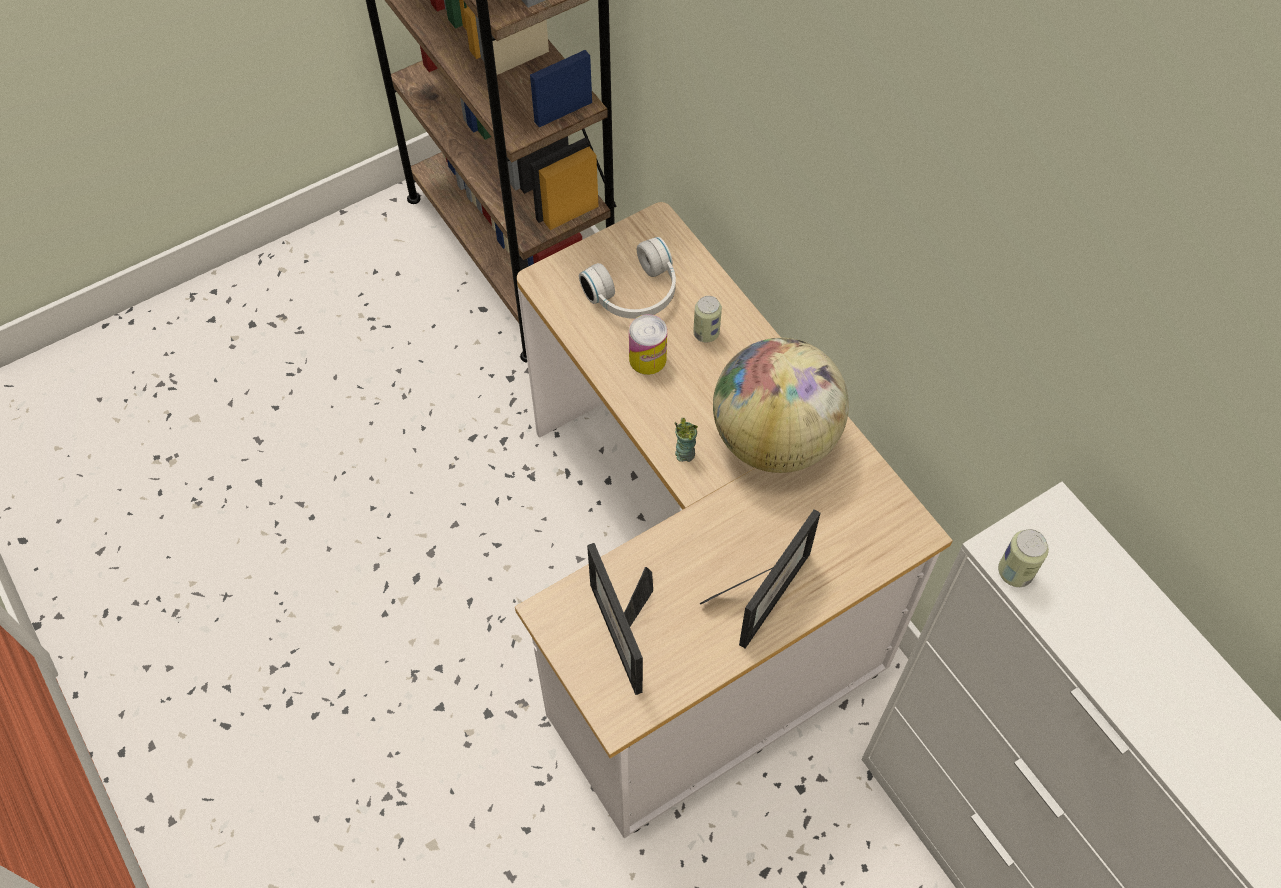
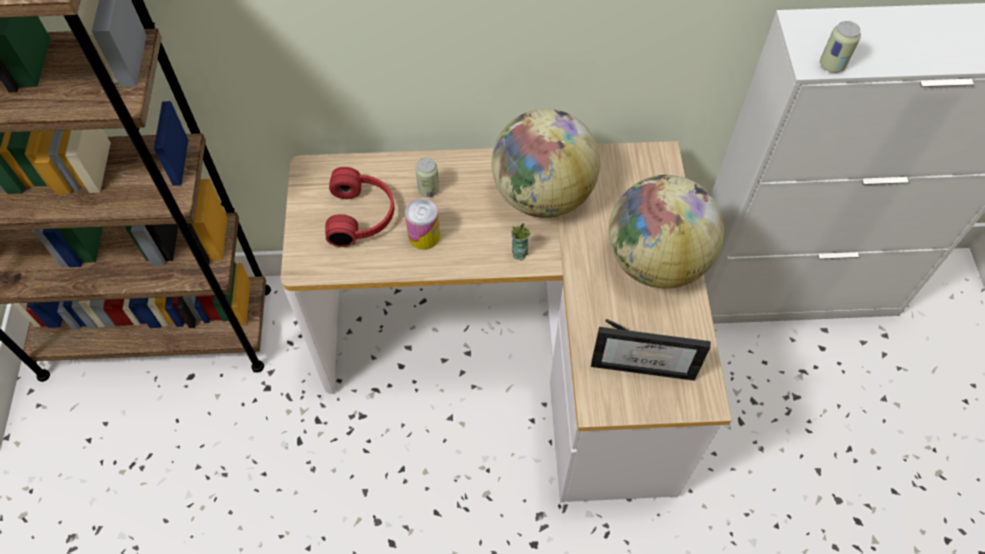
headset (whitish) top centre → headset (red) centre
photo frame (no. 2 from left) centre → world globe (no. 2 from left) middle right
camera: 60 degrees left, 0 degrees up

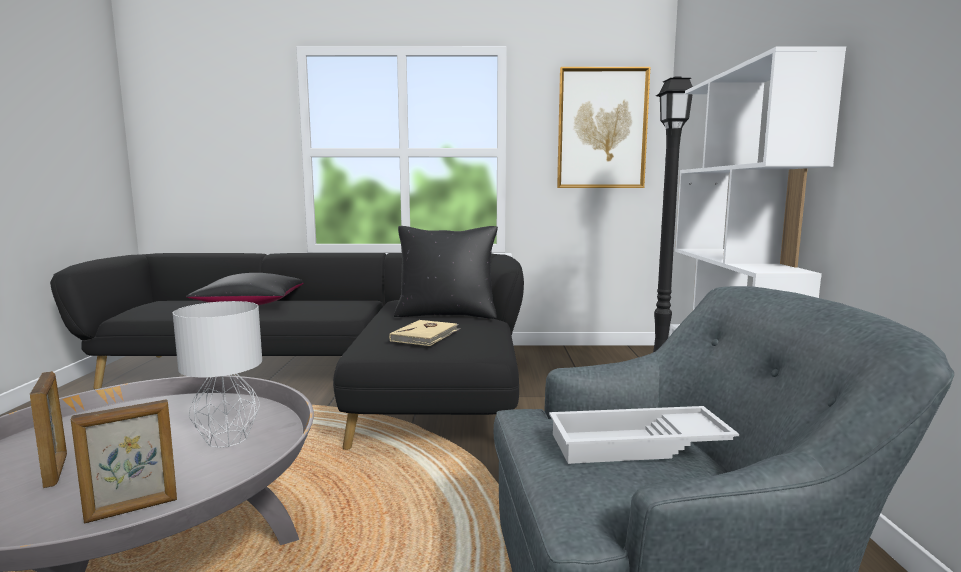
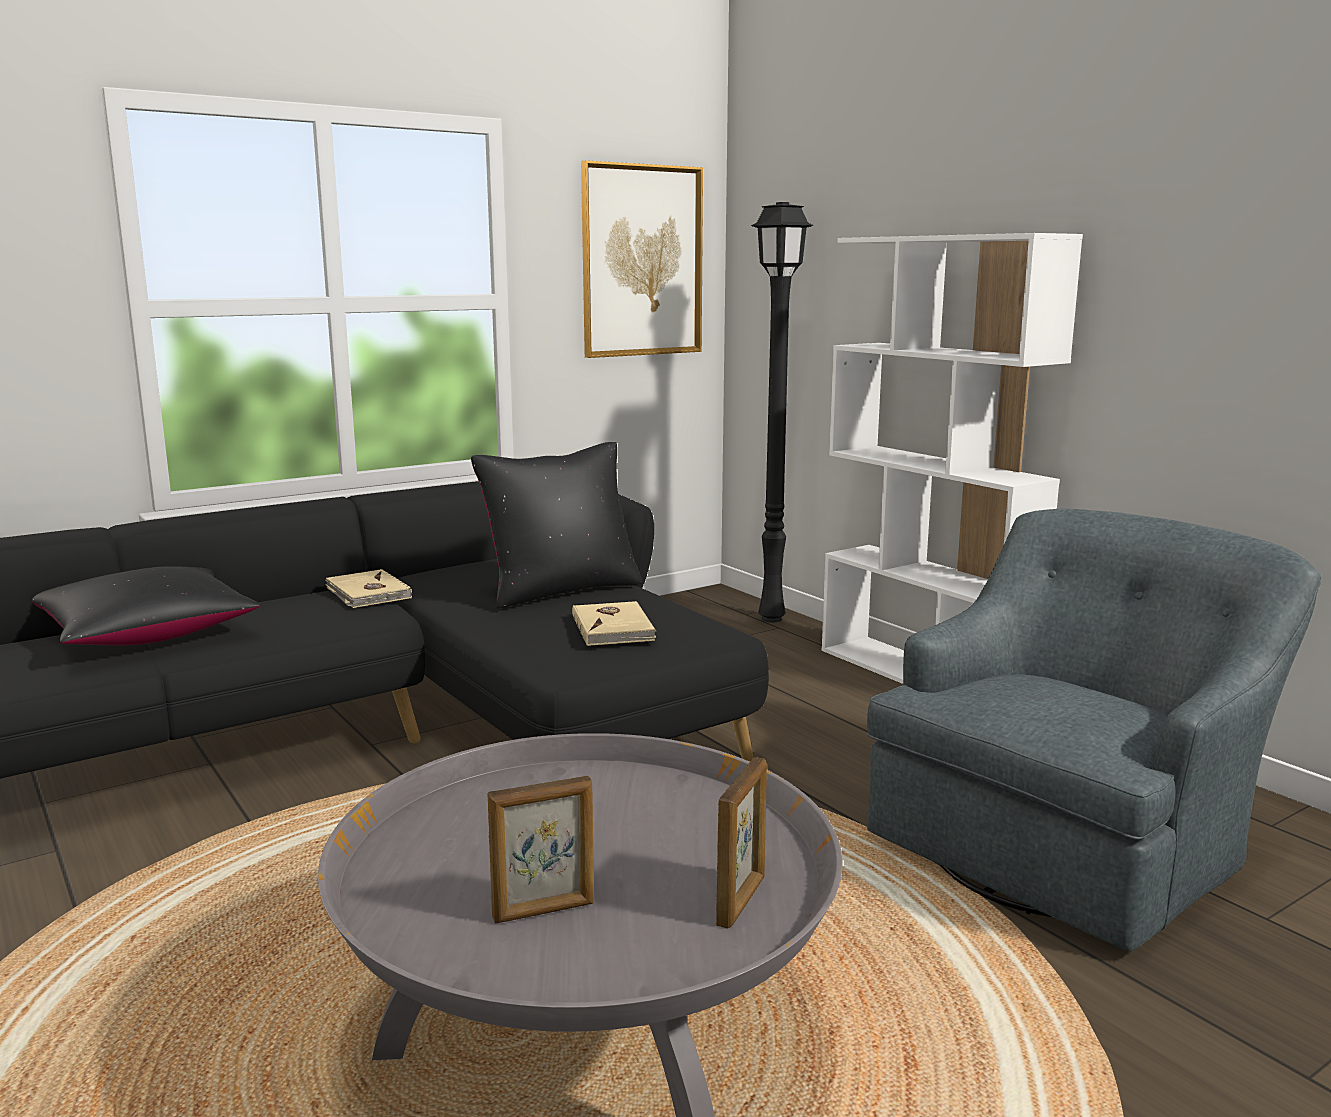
photo frame (no. 1 from left) bottom left → photo frame (no. 1 from left) bottom centre, 135 degrees clockwise
table lamp (grey) middle left → -
tray (whitish) bottom right → -
- → bound book (beige) (no. 1 from left) middle left
camera: 35 degrees left, 5 degrees up

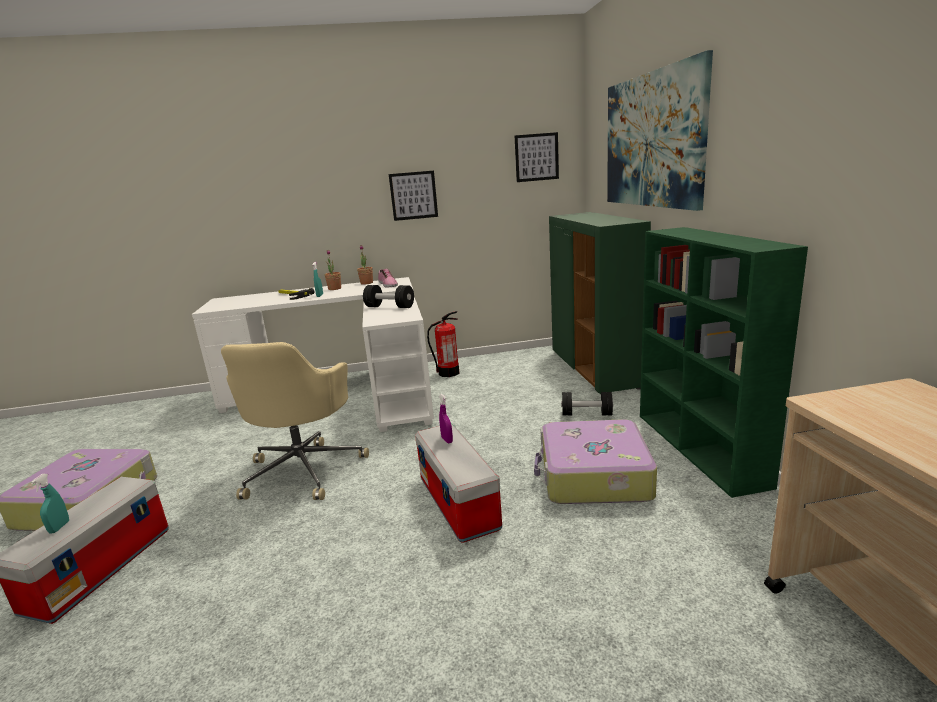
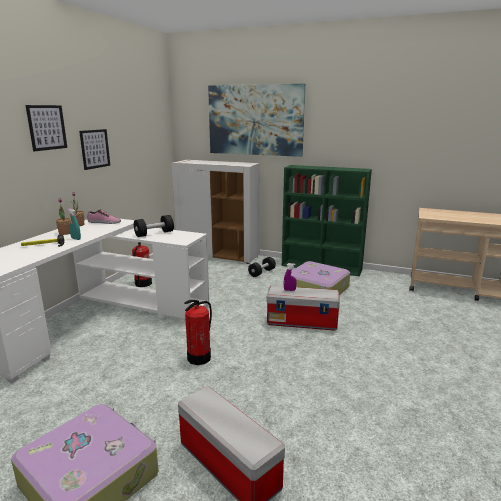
hand sprayer (turquoise-coloured) (no. 1 from left) bottom left → -
office chair (beige) middle left → extinguisher (no. 2 from left) centre
wall art (no. 2 from left in the first image) top centre → wall art (no. 1 from left) top left, shifted
cabinet (green) centre → cabinet (whitish) centre
camera: 60 degrees left, 0 degrees up

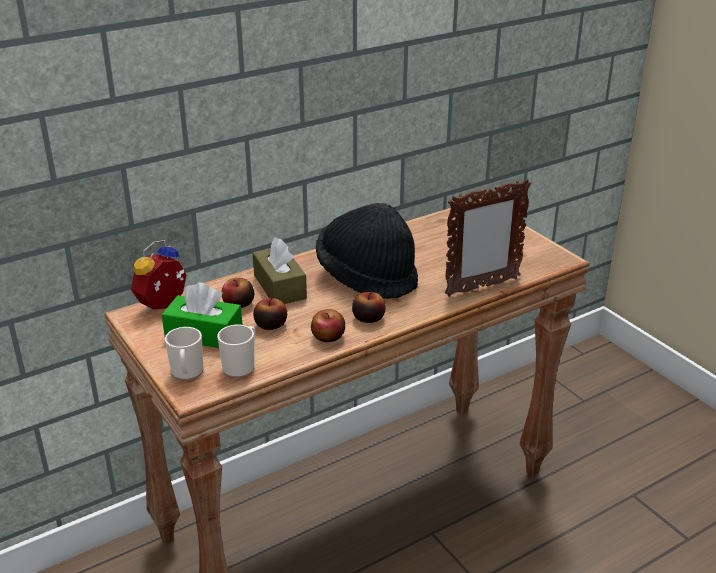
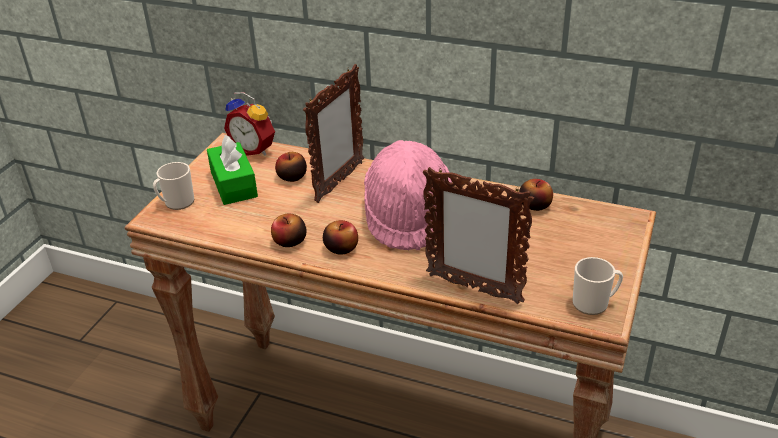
alarm clock middle left → alarm clock top left, 150 degrees counterclockwise
mug (no. 2 from left) middle left → mug (no. 2 from left) middle right, shifted
box of tissues (brown) centre → photo frame (no. 1 from left) top centre
apple (no. 2 from left in the first image) centre → apple (no. 4 from left) middle right, shifted
hat (black) centre → hat (pink) centre
camera: 55 degrees right, 5 degrees up

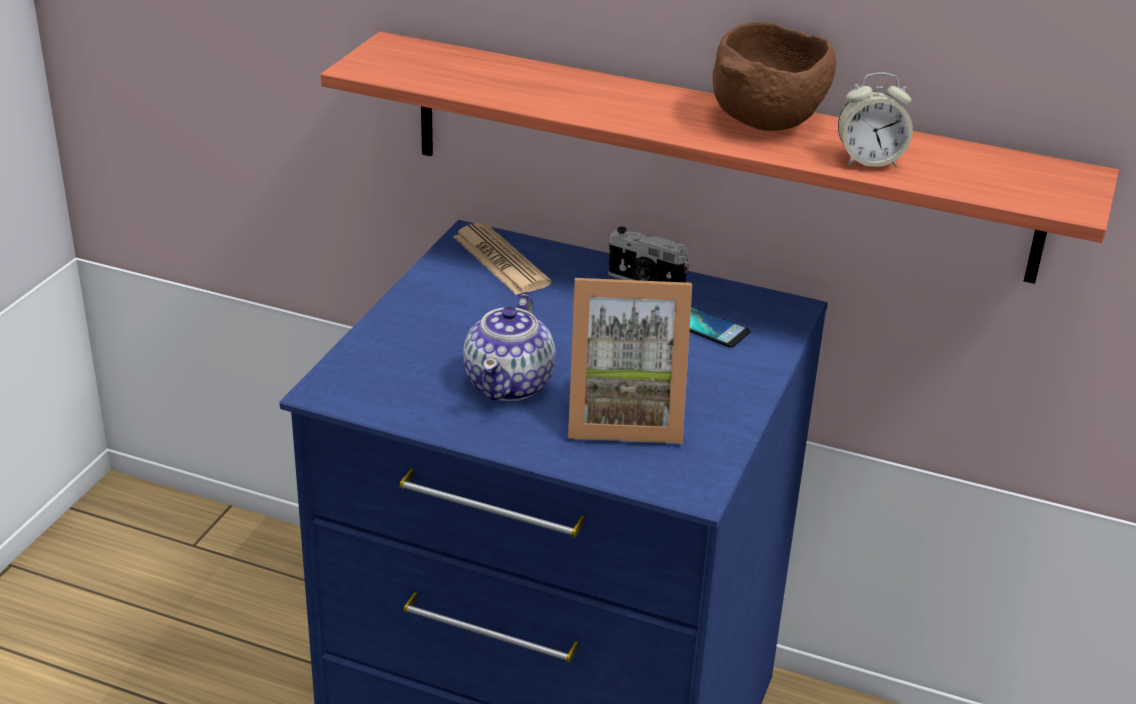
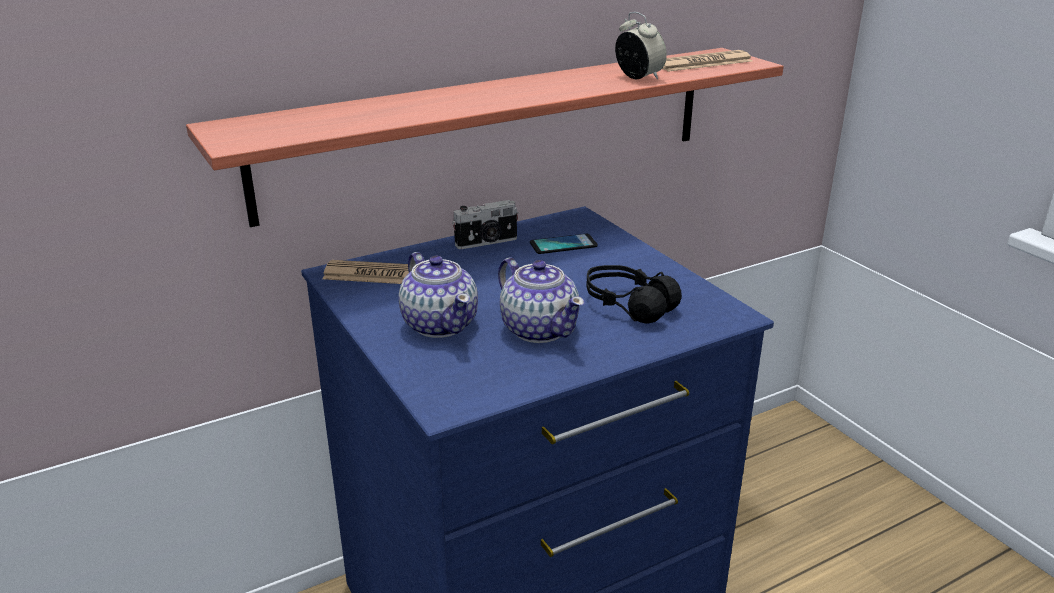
photo frame centre → headset (black) centre
bowl (brown) top right → -
alarm clock top right → alarm clock top centre, 75 degrees counterclockwise
- → tea pot (no. 1 from left) centre
- → daily paper (no. 2 from left) top right
camera: 50 degrees left, 5 degrees down

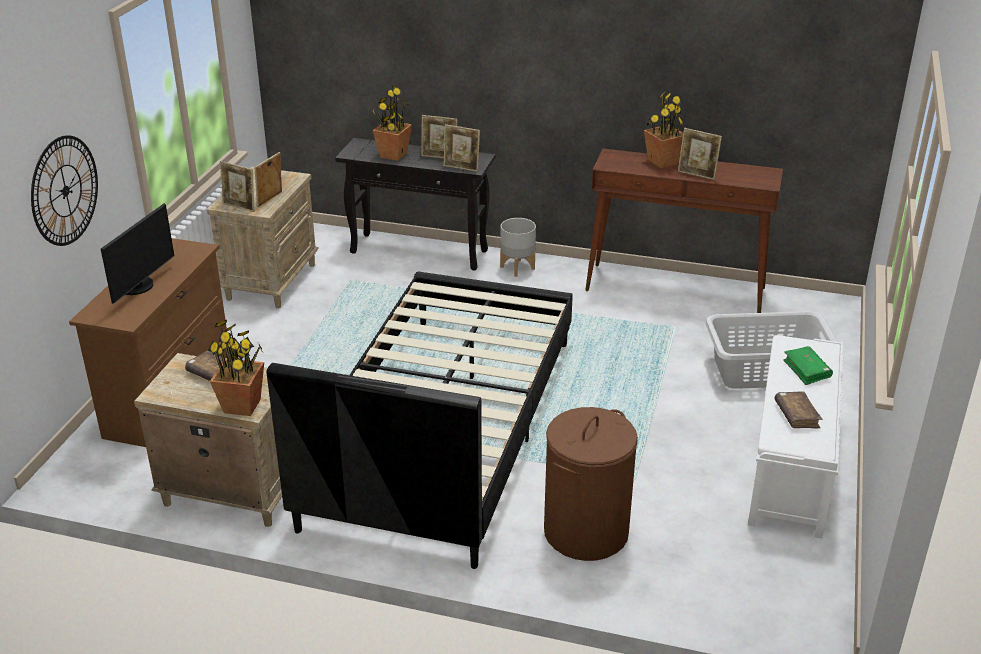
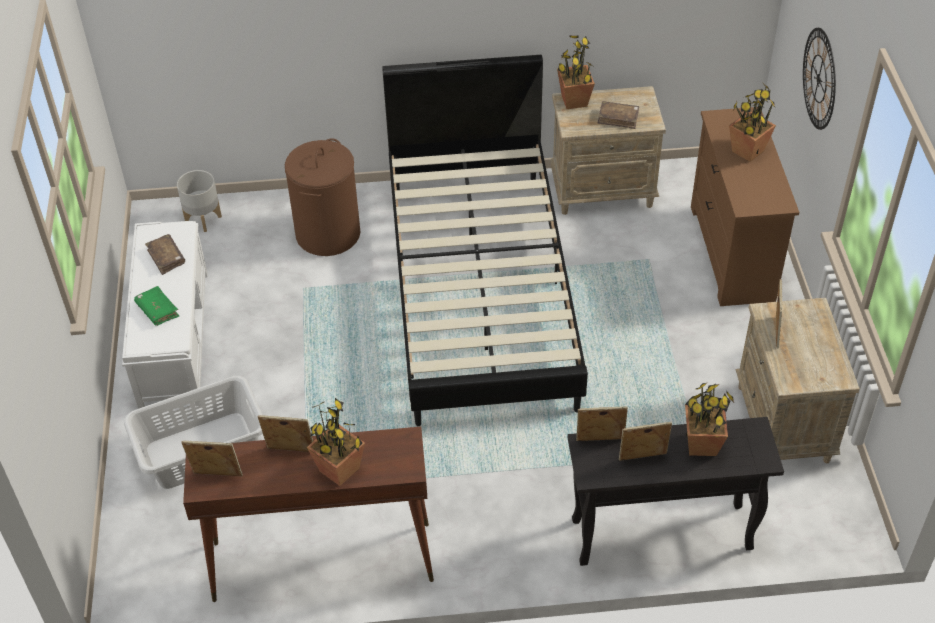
computer display middle left → houseplant (no. 4 from left) top right
photo frame (no. 1 from left) top left → photo frame (no. 1 from left) bottom left, shifted
flower pot (grey) centre → flower pot (grey) top left, shifted
camera: 160 degrees right, 15 degrees up

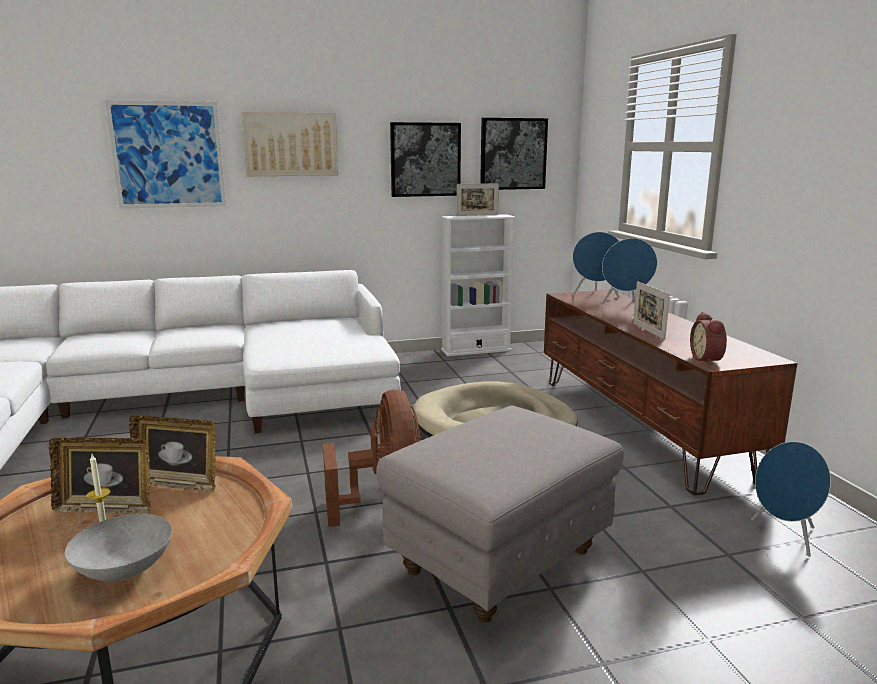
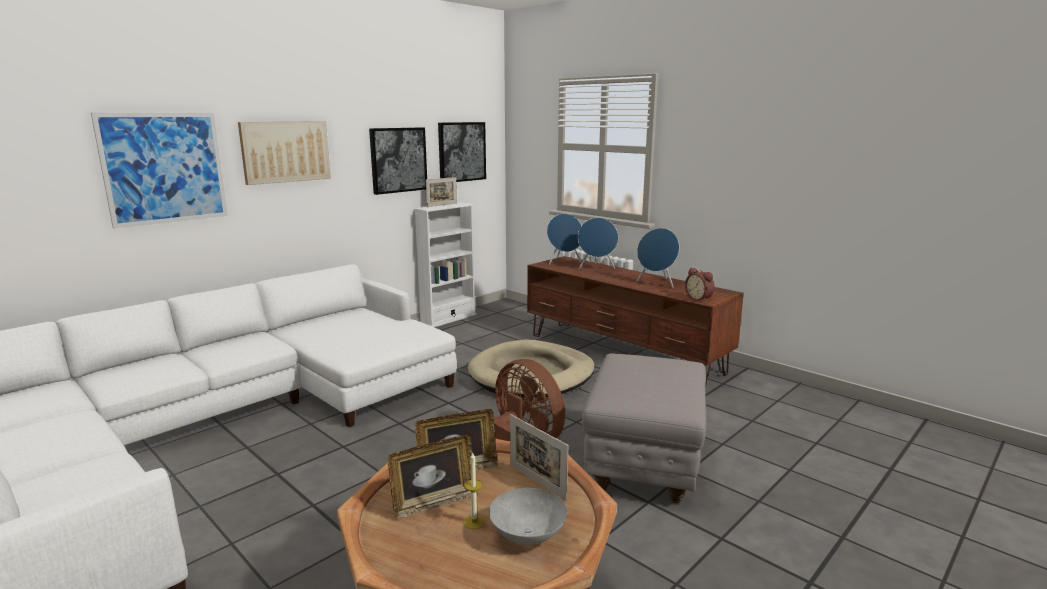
photo frame (no. 4 from left) middle right → photo frame (no. 4 from left) bottom centre, shifted
speaker (blue-coloured) (no. 3 from left) bottom right → speaker (blue-coloured) (no. 3 from left) centre, shifted
camera: 30 degrees left, 0 degrees up

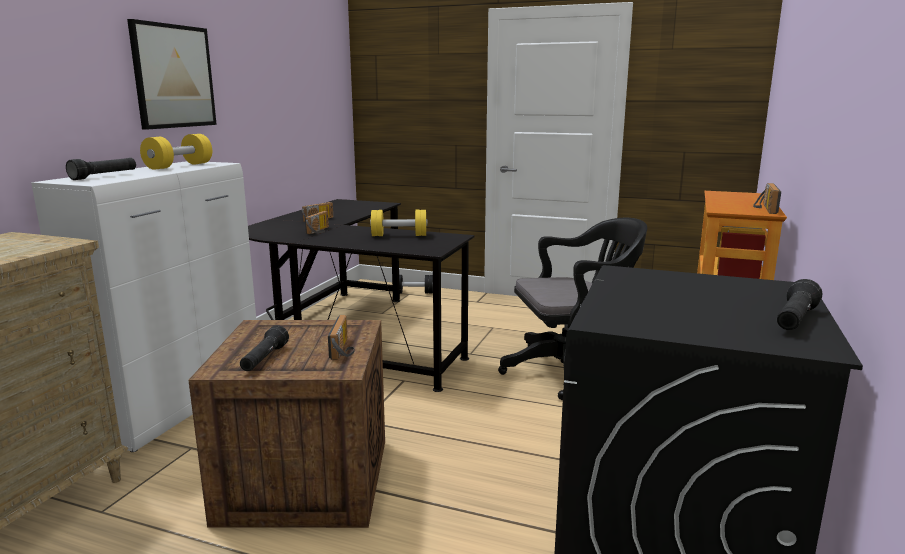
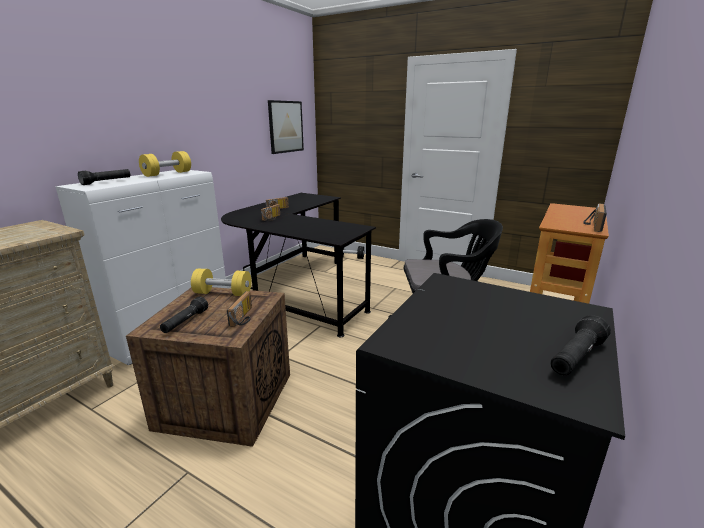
wall art top left → wall art top centre, shifted
free weight (yellowish) (no. 2 from left) centre → free weight (yellowish) (no. 2 from left) middle left, shifted
camera: 10 degrees right, 5 degrees up

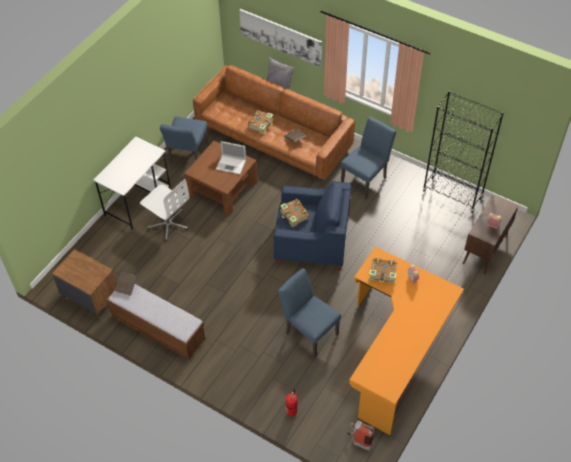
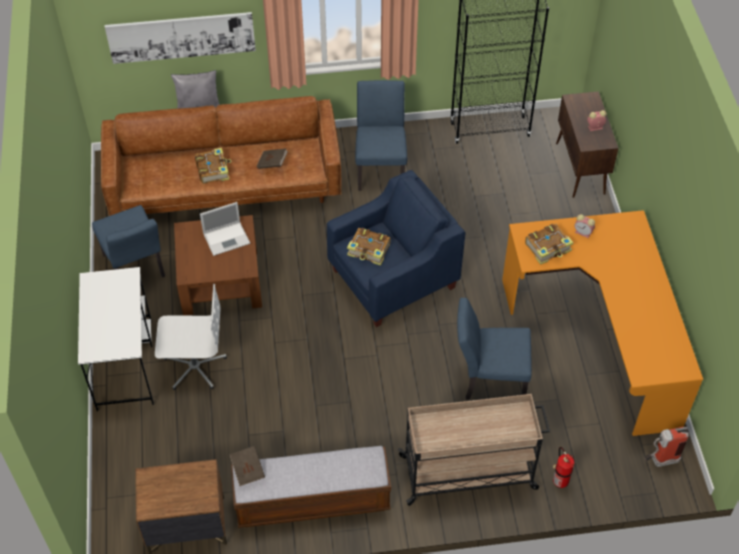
- → wheeled cart (beige) bottom centre
camera: 40 degrees left, 0 degrees up

